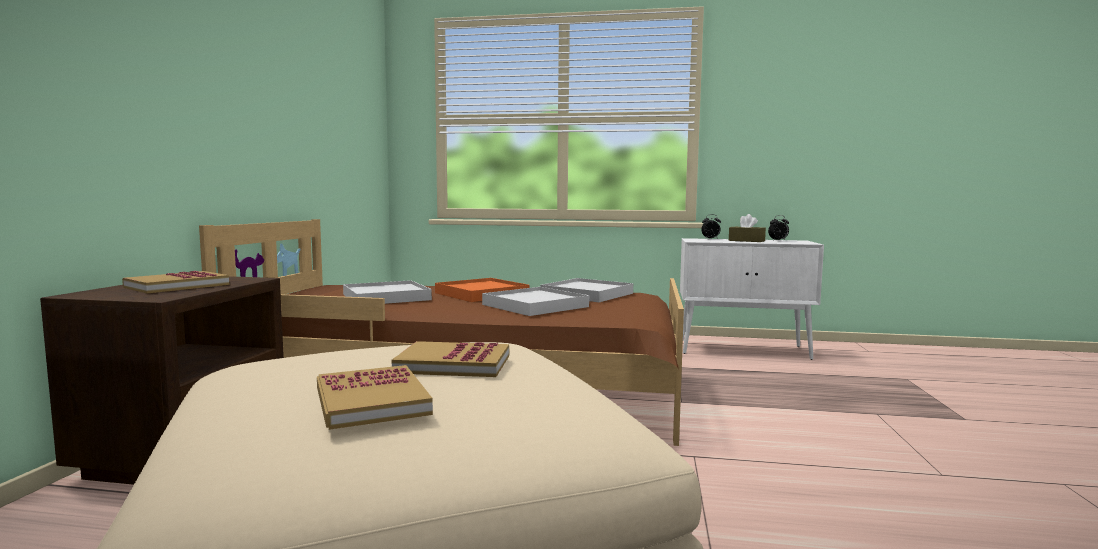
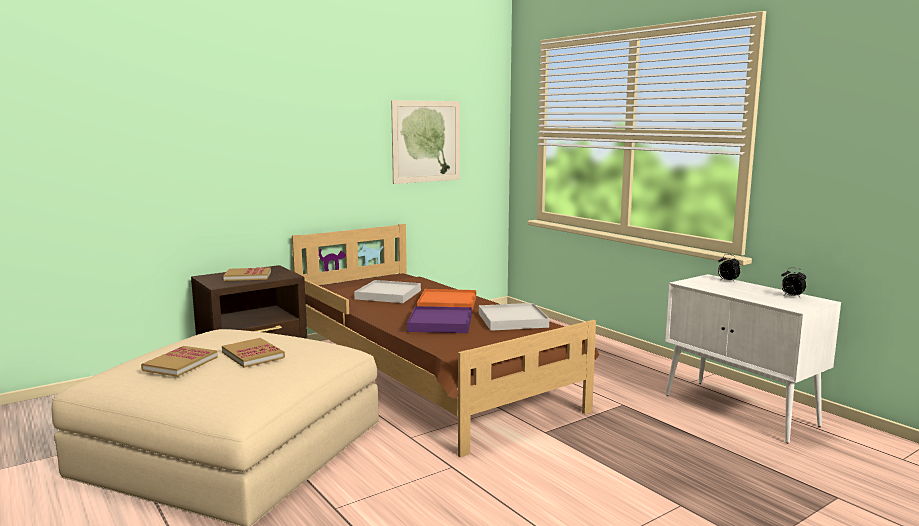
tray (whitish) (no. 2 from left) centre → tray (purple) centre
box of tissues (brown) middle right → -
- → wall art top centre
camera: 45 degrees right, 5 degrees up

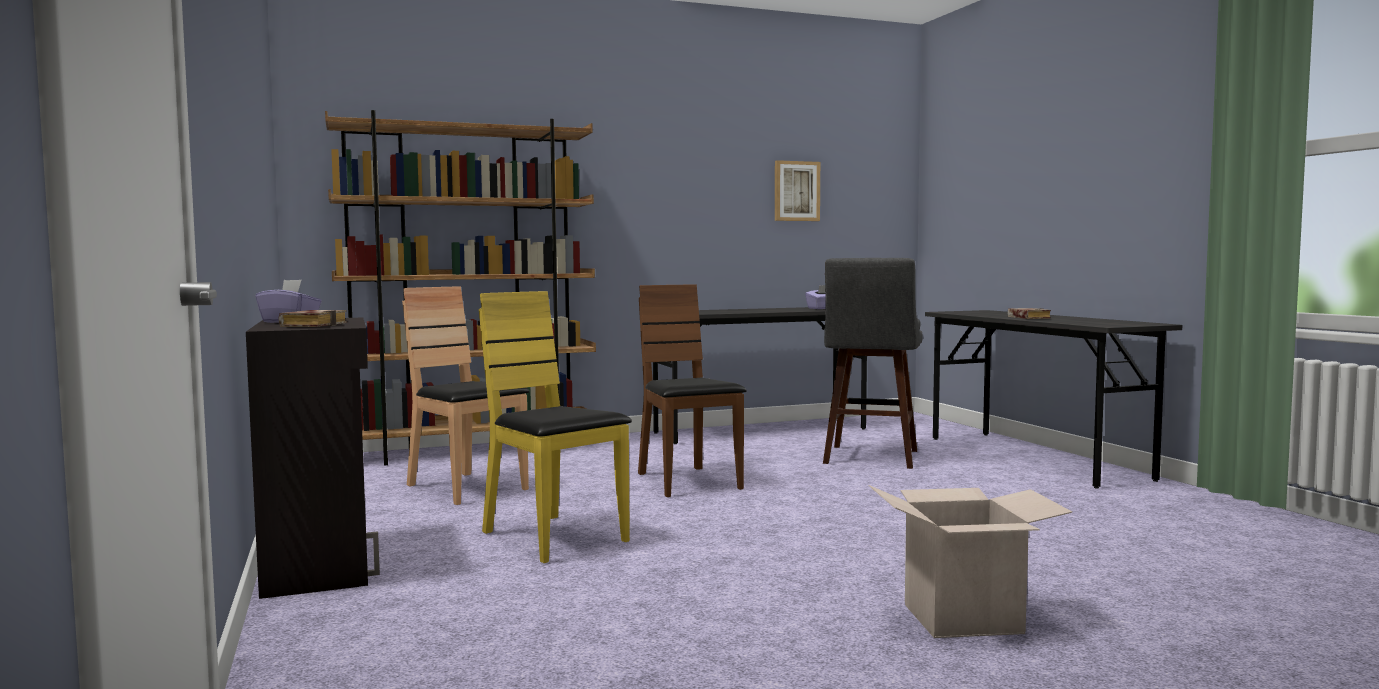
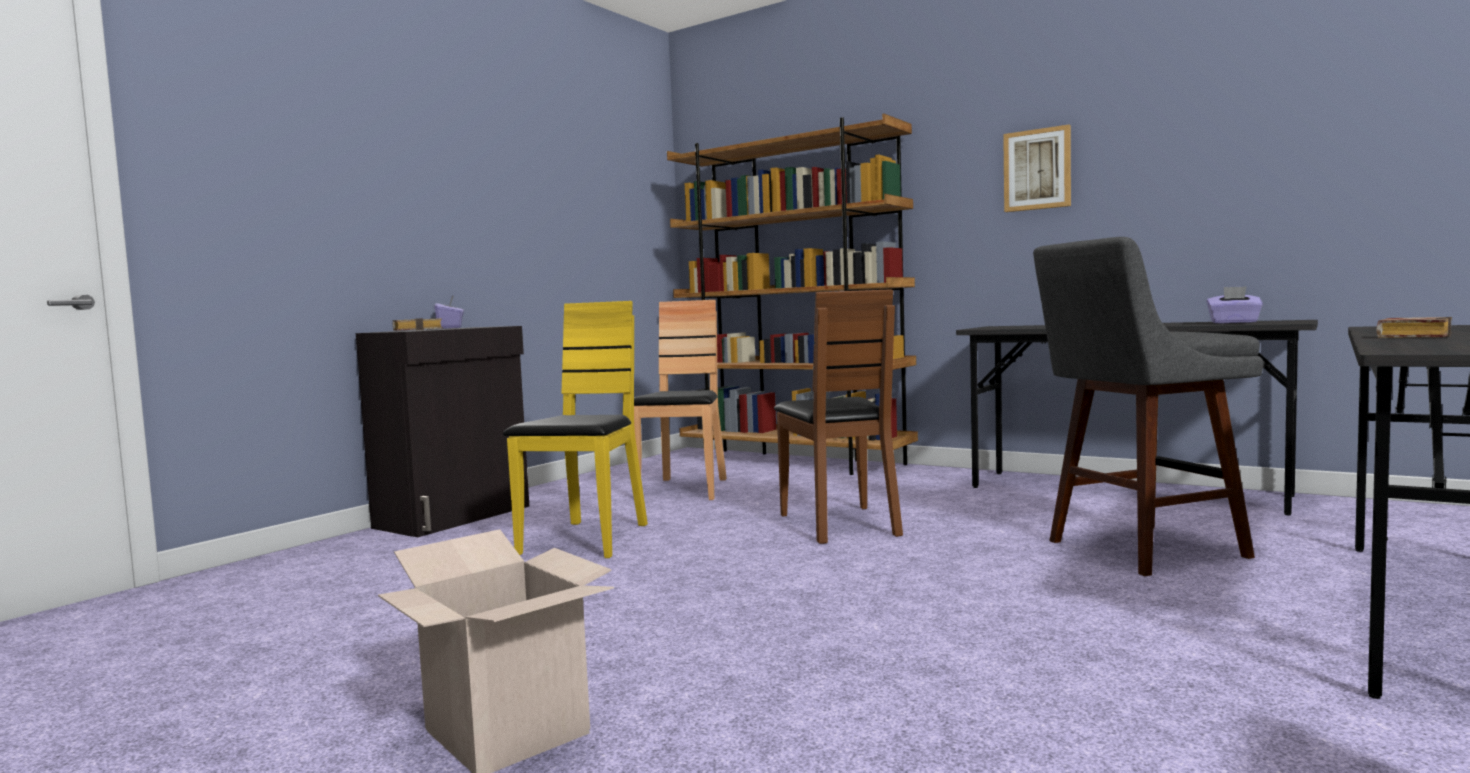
upright chair (brown) (no. 2 from left) centre, 135 degrees clockwise
wall art top centre → wall art top right, shifted
camera: 55 degrees right, 0 degrees up

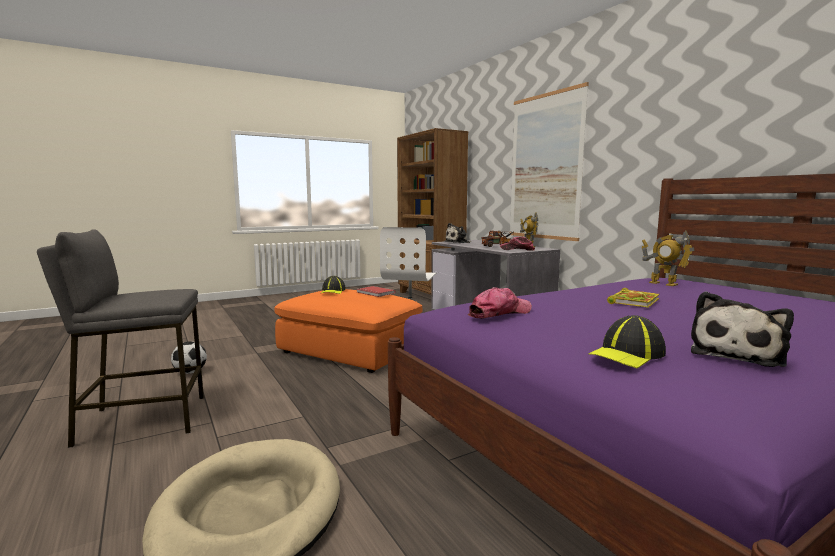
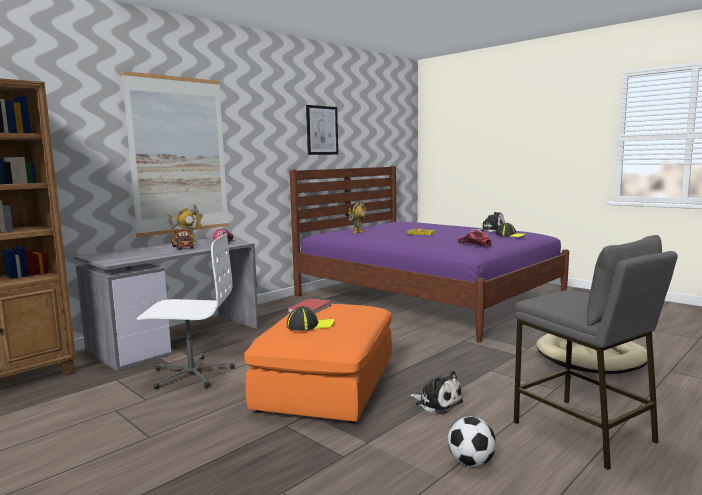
cuddly toy (no. 1 from left) centre → cuddly toy (no. 1 from left) bottom centre, shifted
- → wall art (no. 2 from left) top centre
camera: 105 degrees left, 0 degrees up

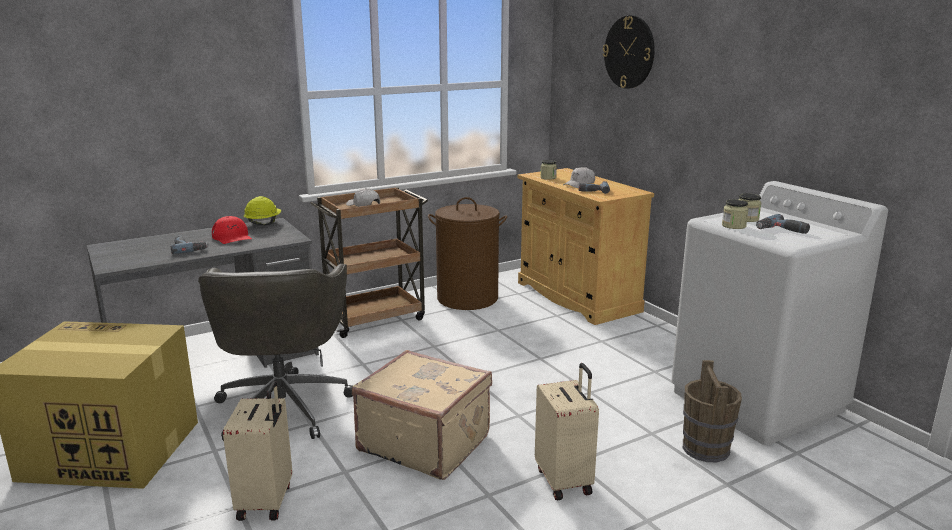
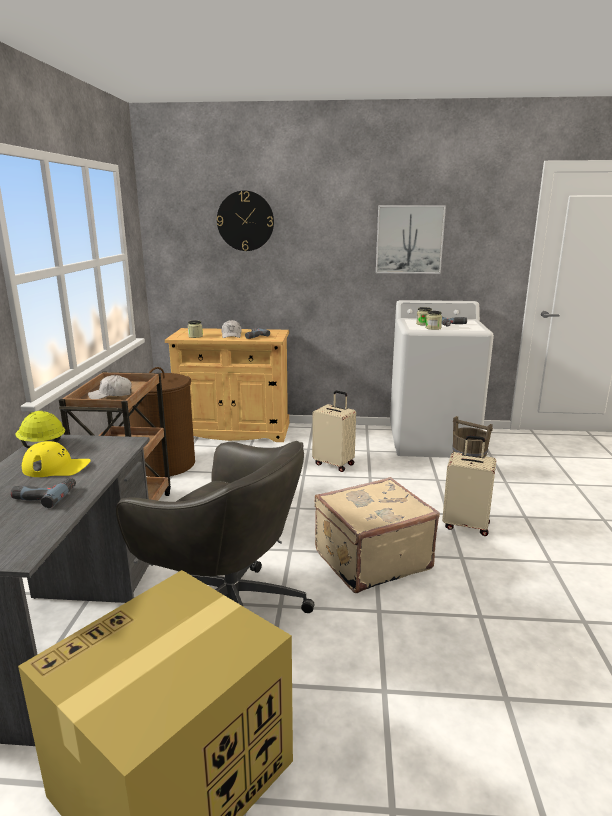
baseball cap (red) middle left → baseball cap (yellowish) middle left
travel case (beige) (no. 1 from left) bottom left → travel case (beige) (no. 1 from left) centre, shifted
- → wall art top right
camera: 55 degrees left, 0 degrees up

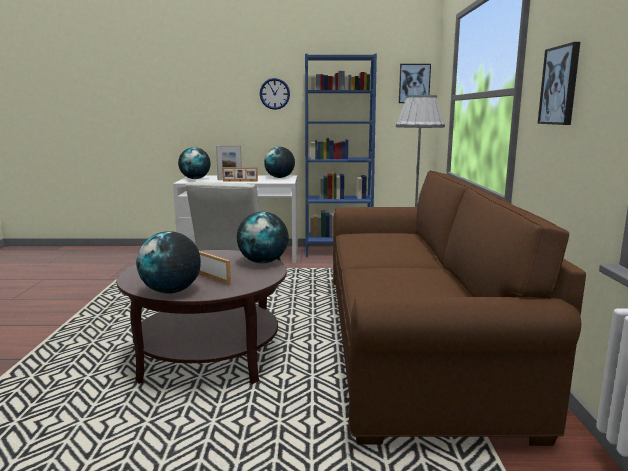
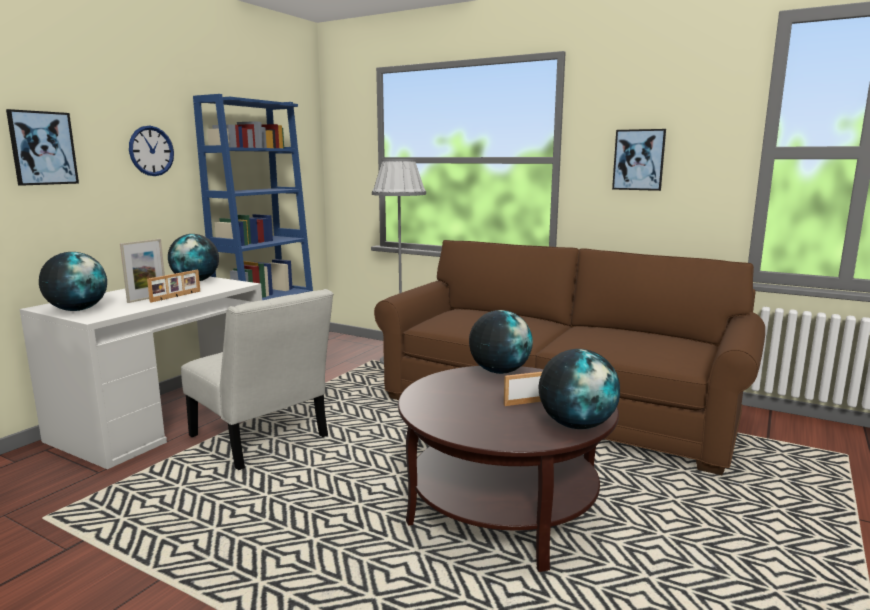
wall art (no. 1 from left) top centre → wall art (no. 1 from left) top left, shifted
camera: 60 degrees left, 0 degrees up

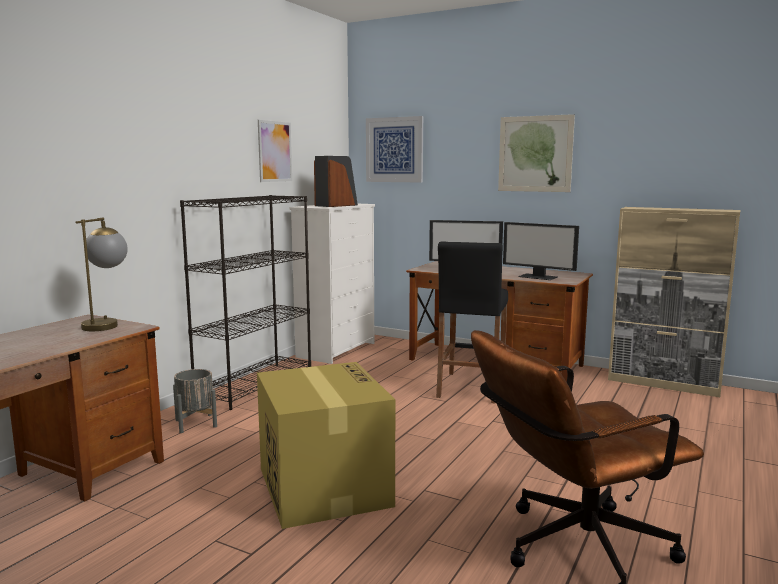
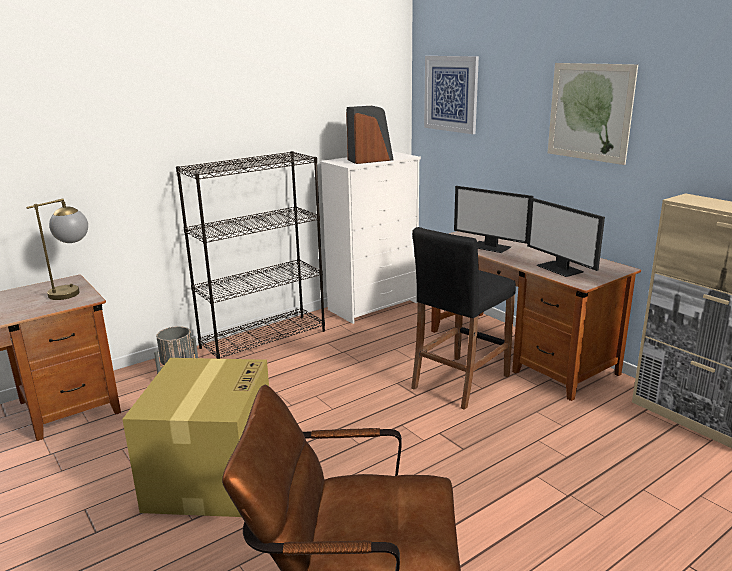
wall art (no. 1 from left) top centre → -
camera: 25 degrees right, 10 degrees up

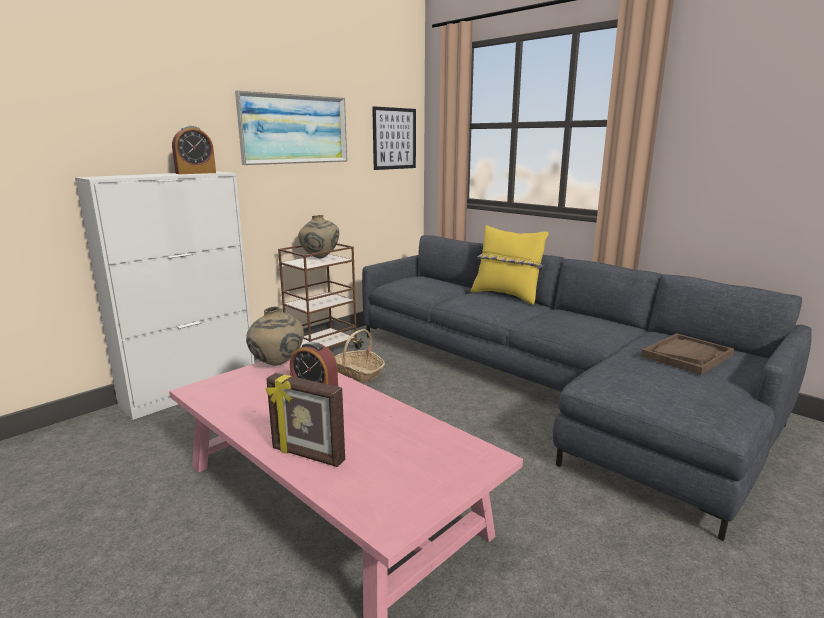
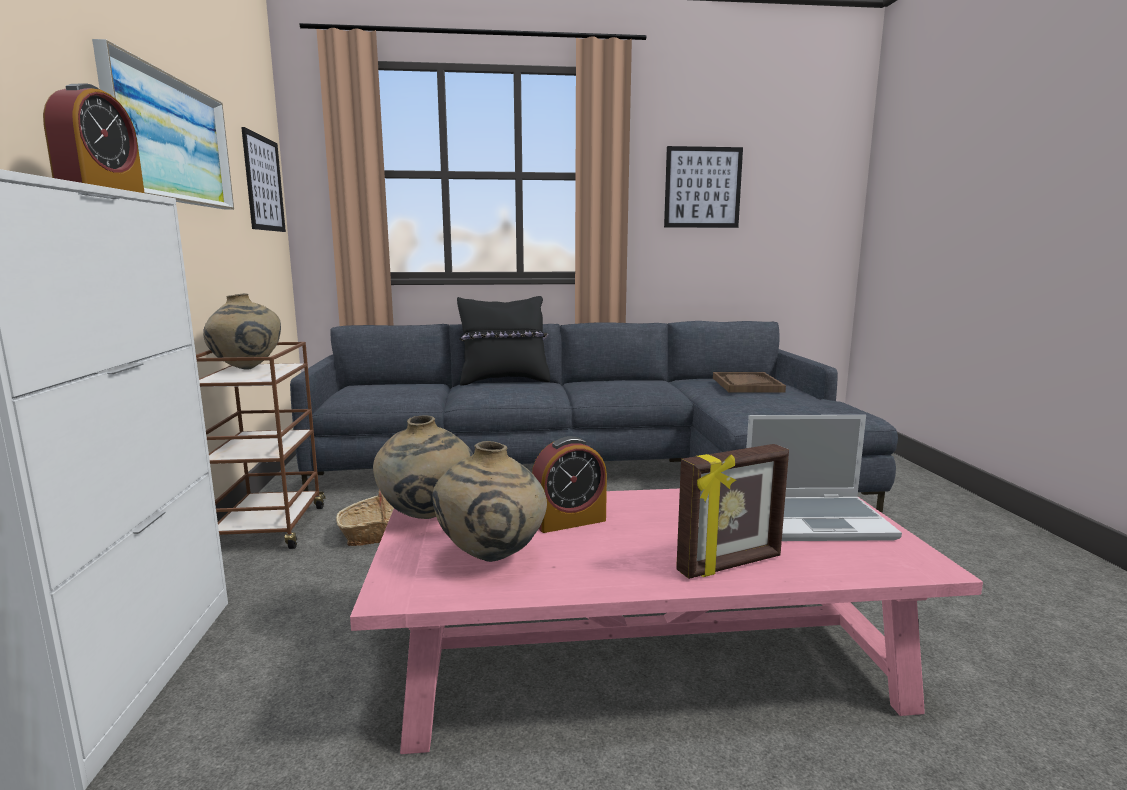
throw pillow (yellowish) centre → throw pillow (black) centre
- → flower vase (beige) (no. 3 from left) centre
- → wall art (no. 3 from left) top centre
- → laptop middle right
camera: 50 degrees left, 5 degrees down

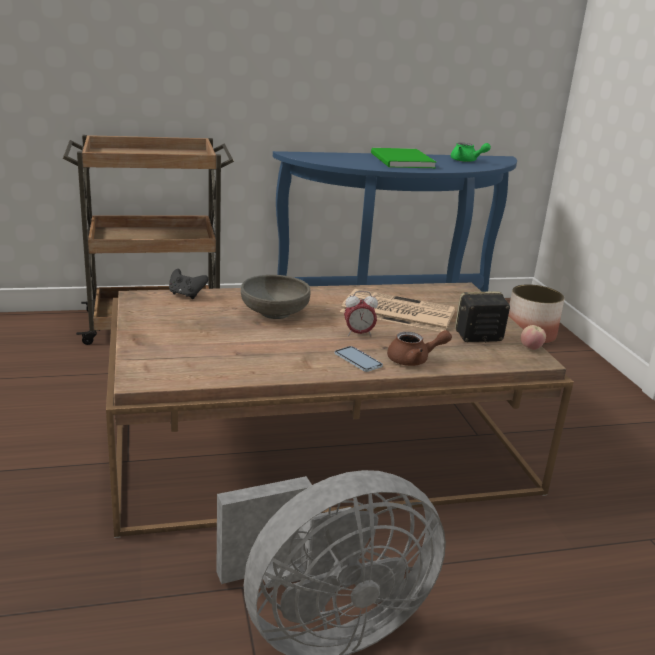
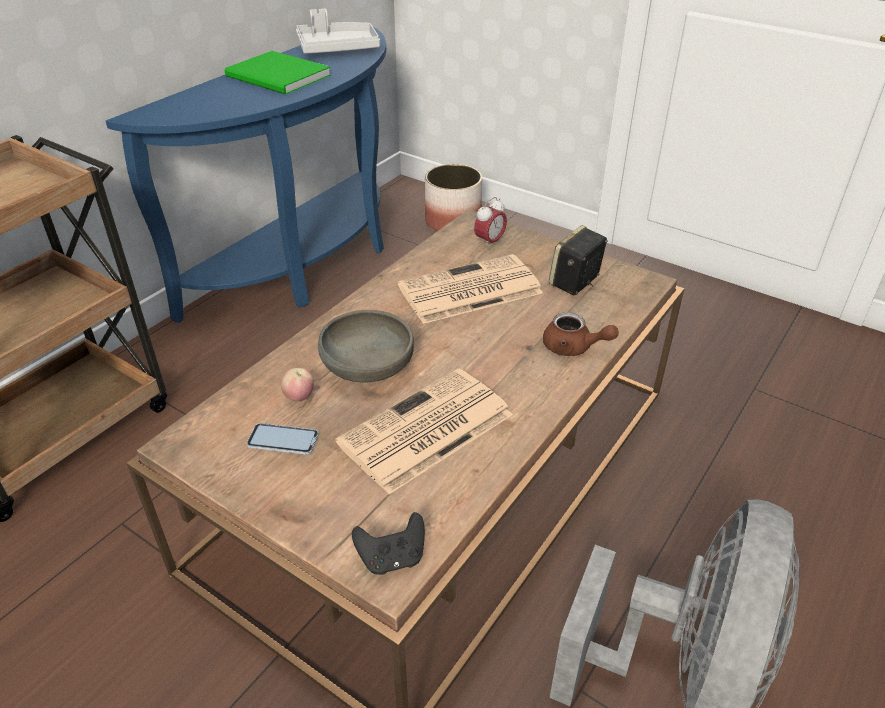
joypad (black) middle left → joypad (black) bottom centre, shifted
phone centre → phone middle left, shifted
alarm clock centre → alarm clock top centre, shifted
tea pot (brown) centre, 75 degrees clockwise
tea pot (green) top right → tray (grey) top centre
apple middle right → apple centre, shifted
- → daily paper (no. 1 from left) centre
camera: 40 degrees left, 15 degrees up

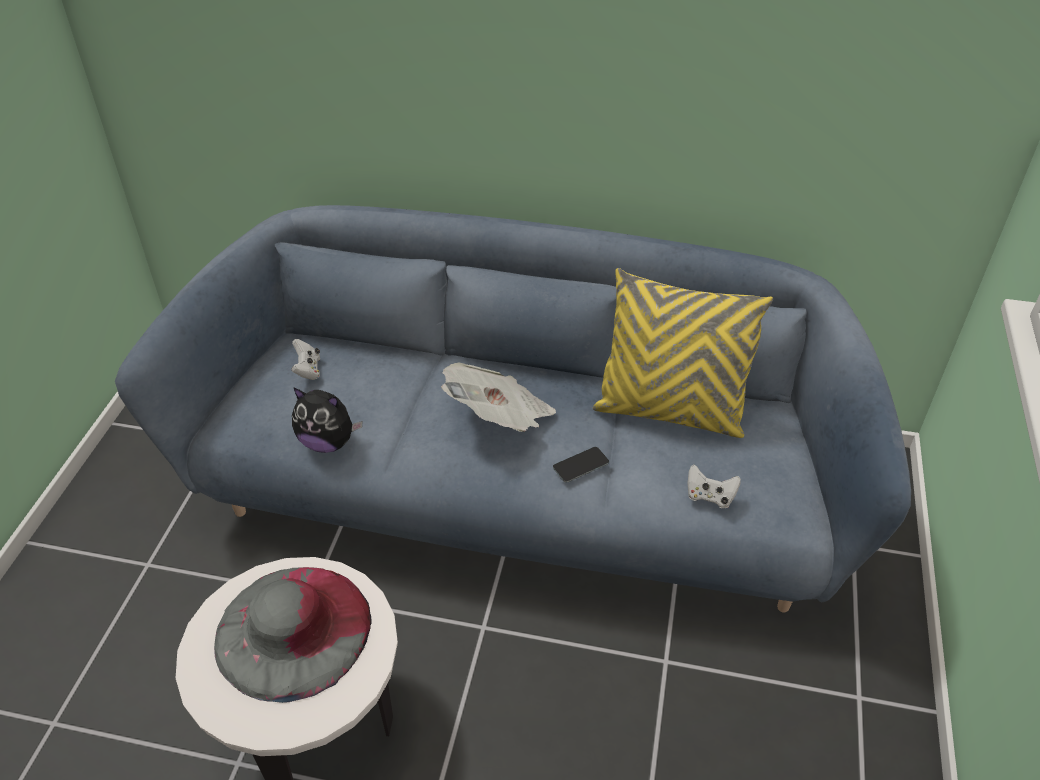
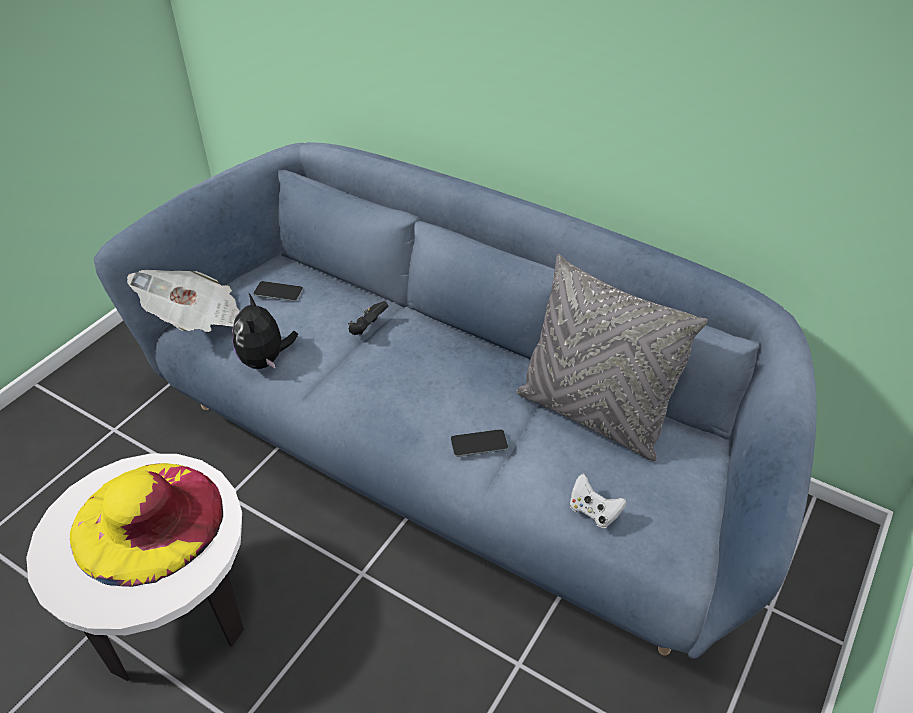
hat (grey) bottom left → hat (yellowish) bottom left
joypad (whitish) (no. 1 from left) middle left → phone (no. 1 from left) middle left
cuddly toy middle left, 45 degrees clockwise
daily paper centre → daily paper middle left, shifted
throw pillow (yellowish) centre → throw pillow (grey) middle right
- → joypad (black) centre
camera: 20 degrees right, 0 degrees up

